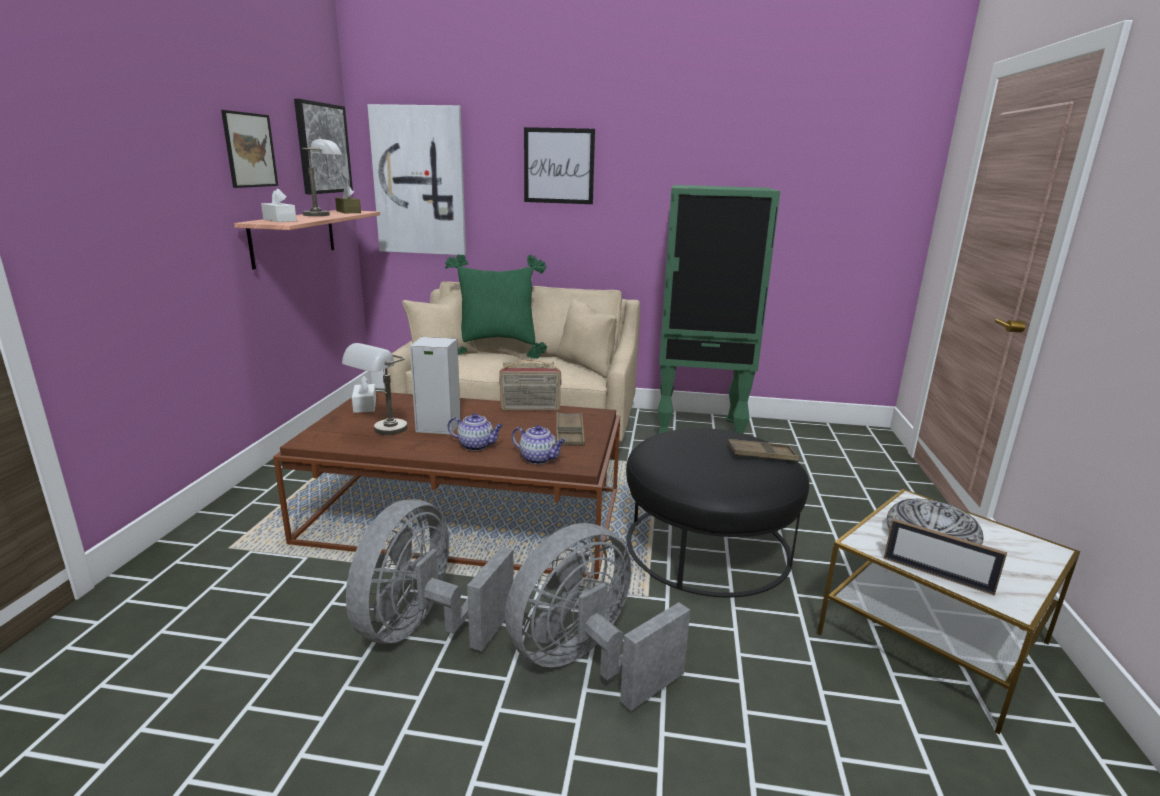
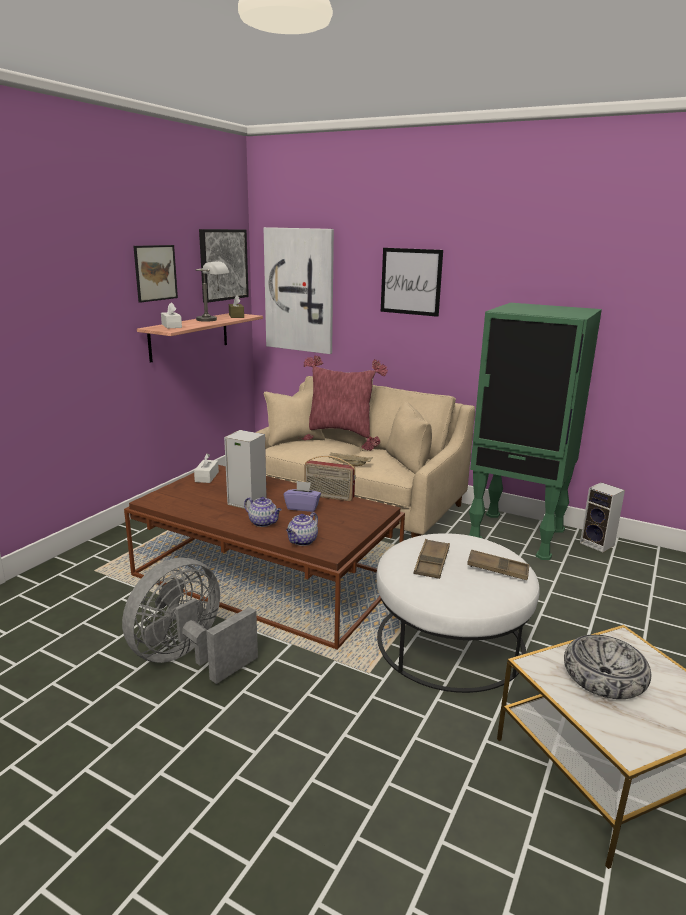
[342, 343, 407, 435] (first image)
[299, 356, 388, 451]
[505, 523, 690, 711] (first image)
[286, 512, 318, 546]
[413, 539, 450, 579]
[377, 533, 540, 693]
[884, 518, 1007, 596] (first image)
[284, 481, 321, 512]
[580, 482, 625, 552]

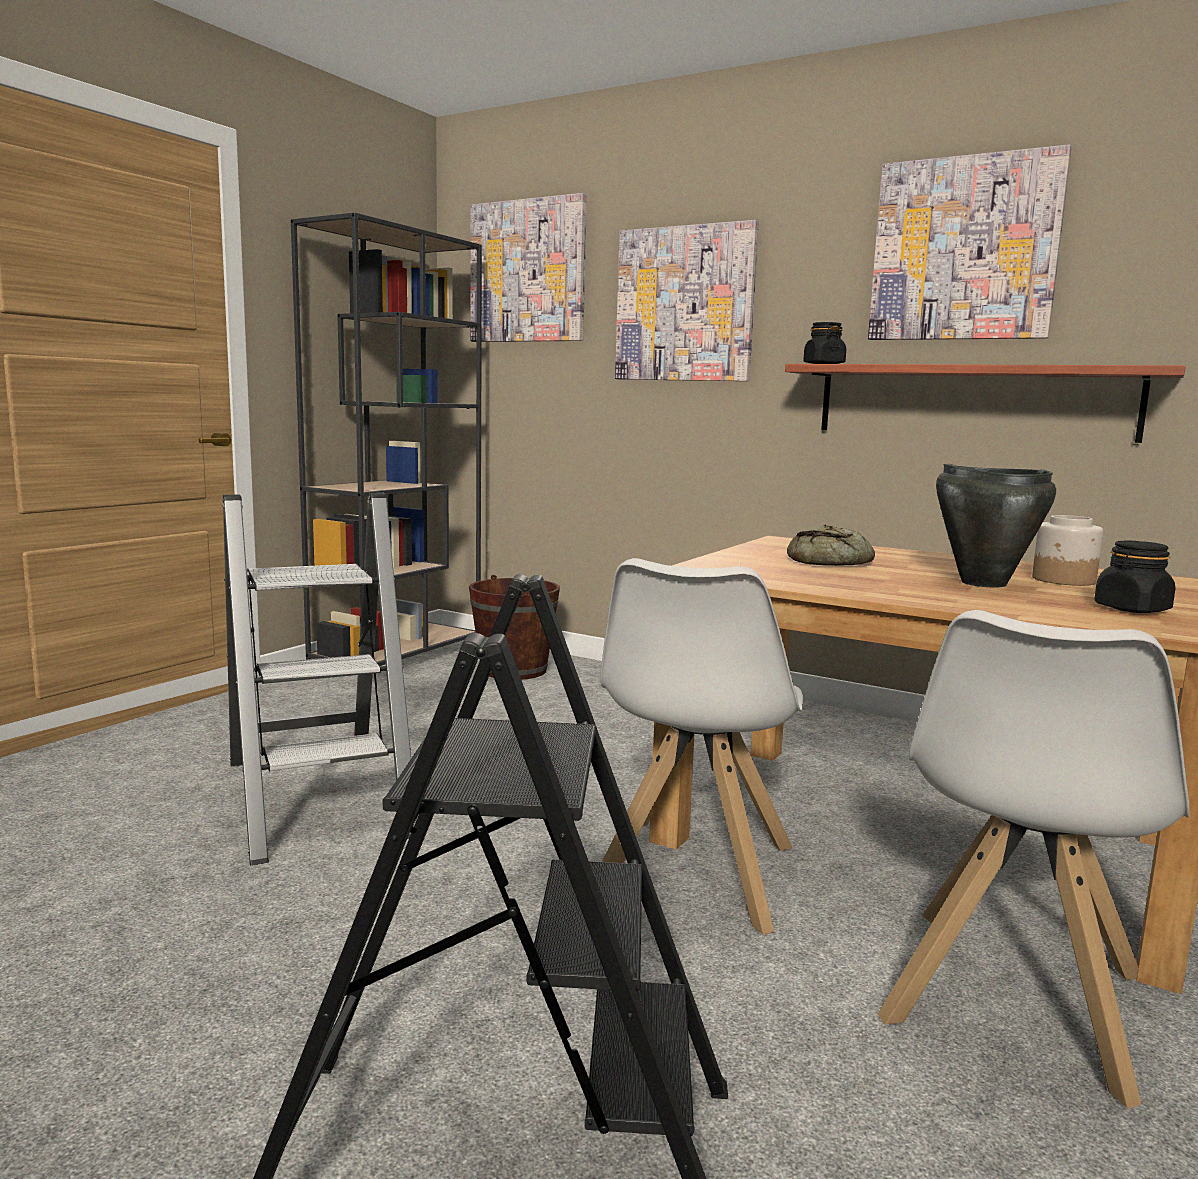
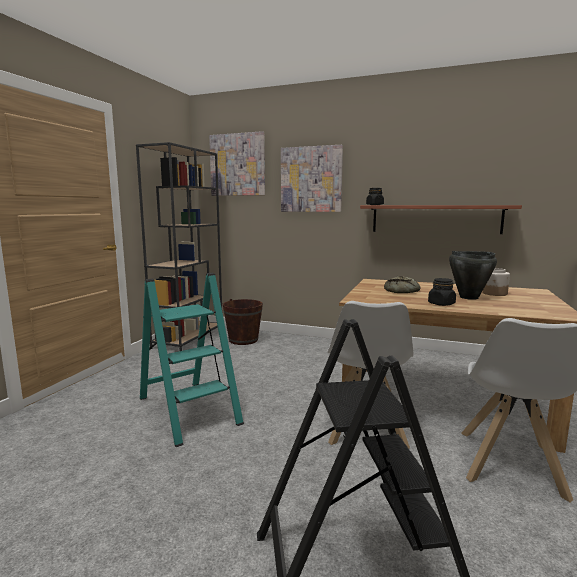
[140, 273, 244, 447]
[868, 144, 1071, 340] (first image)
[428, 278, 456, 306]

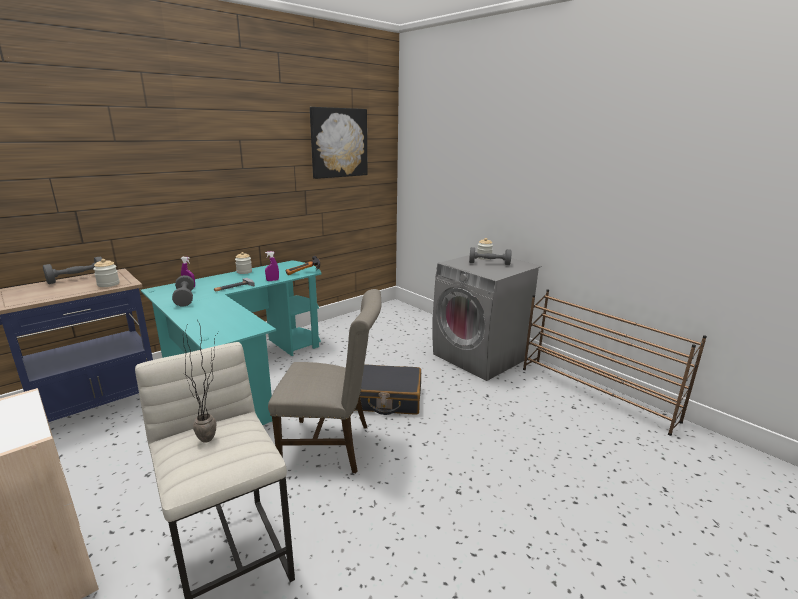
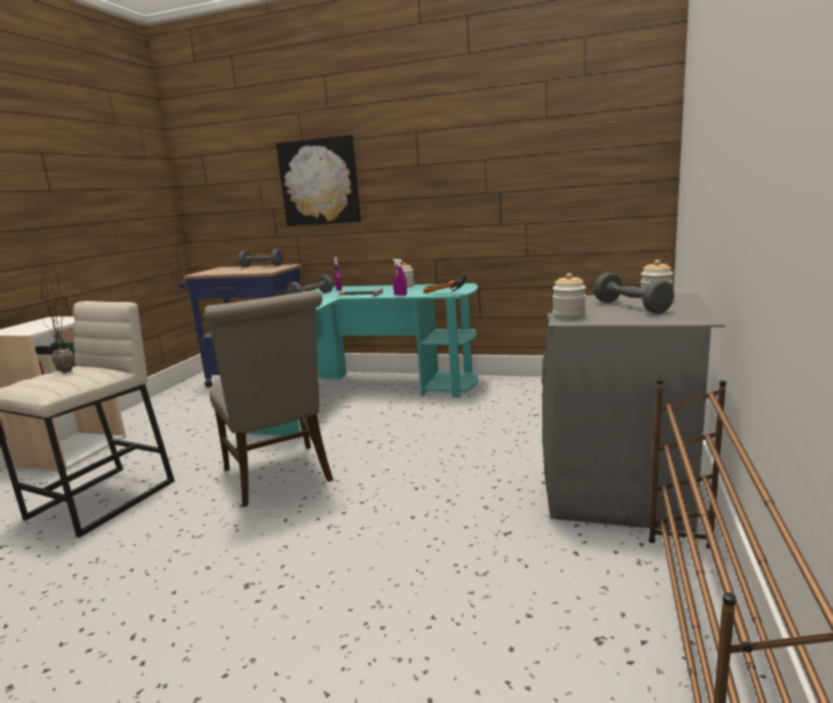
[553, 273, 586, 319]
[276, 135, 361, 226]
[355, 364, 421, 415] (first image)

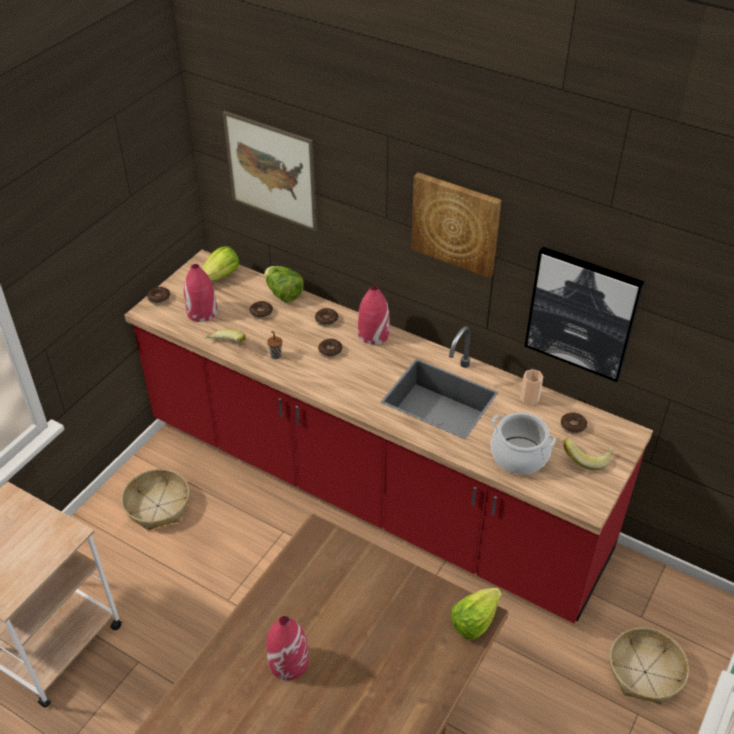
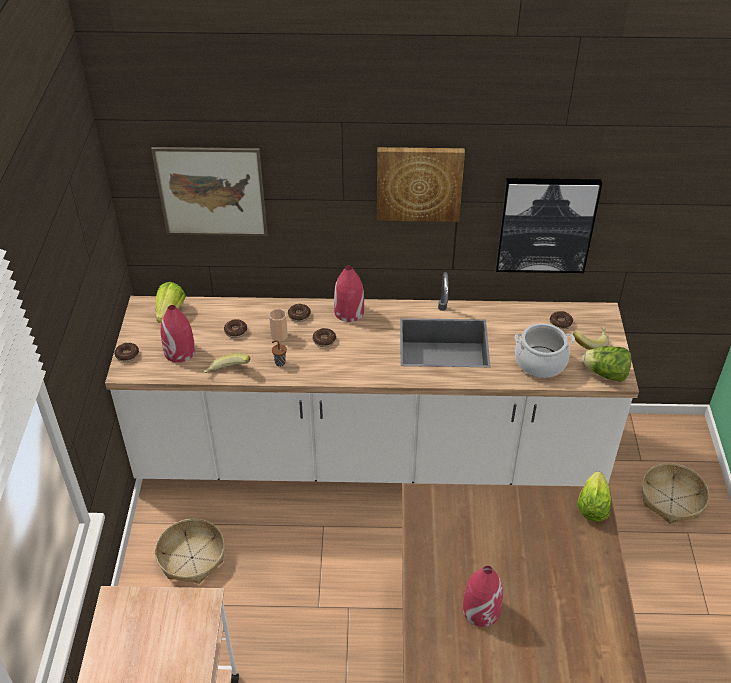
[105, 272, 639, 486]
[582, 346, 631, 382]
[269, 309, 288, 341]

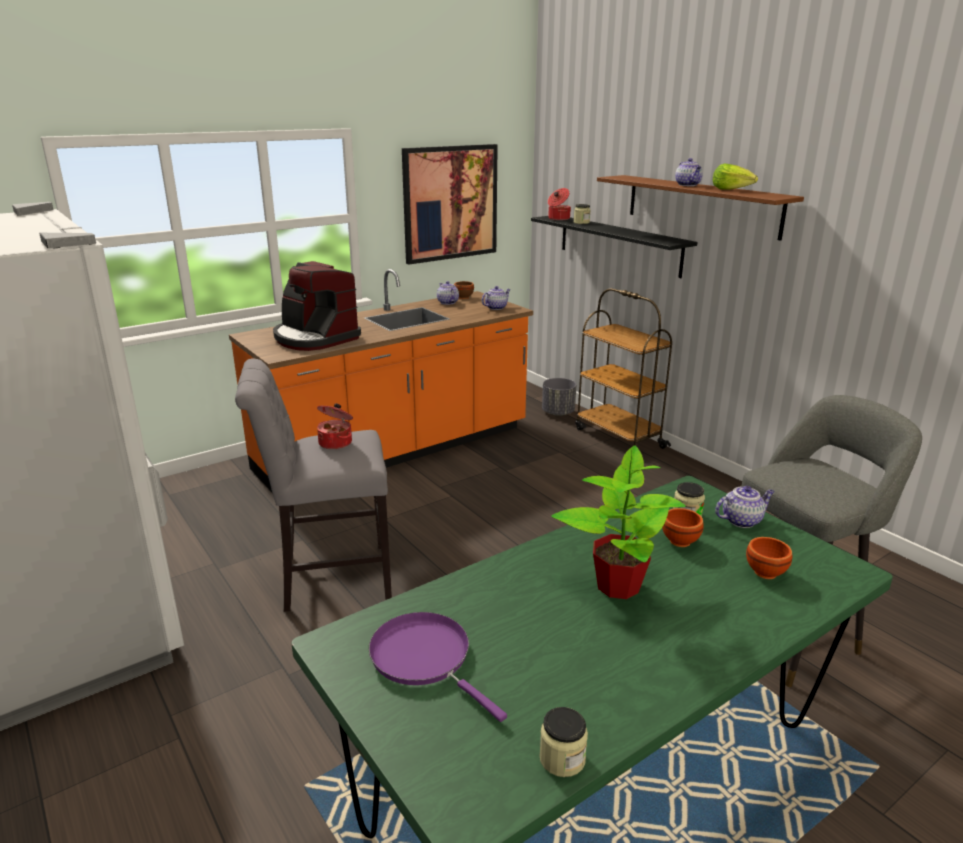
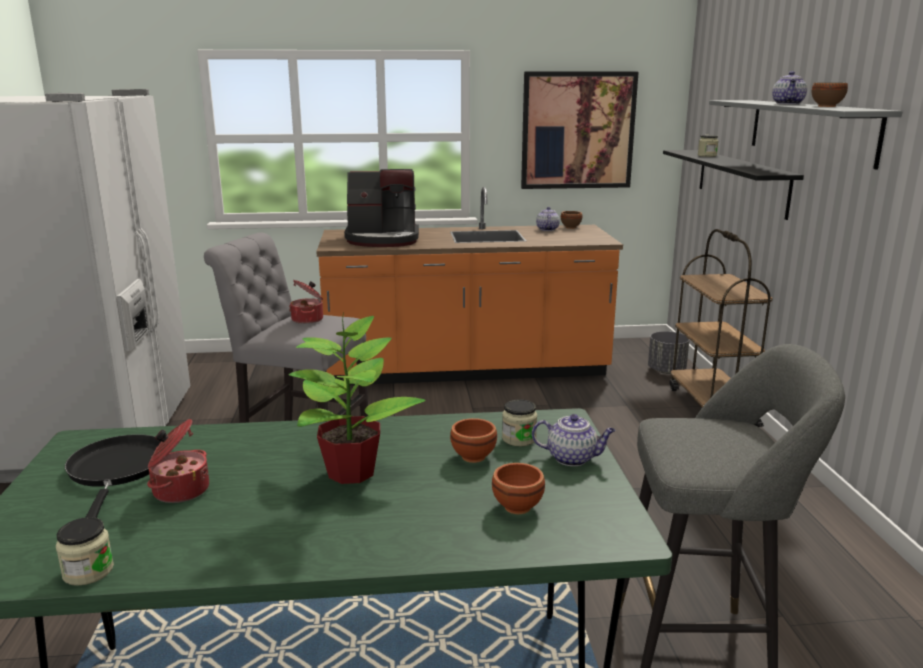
[344, 169, 419, 247]
[65, 434, 161, 518]
[482, 286, 511, 310] (first image)
[147, 419, 209, 503]
[709, 100, 903, 170]
[812, 83, 848, 107]

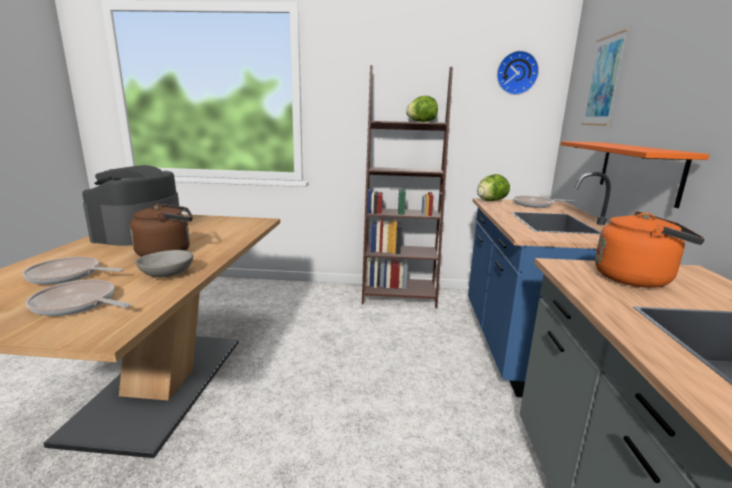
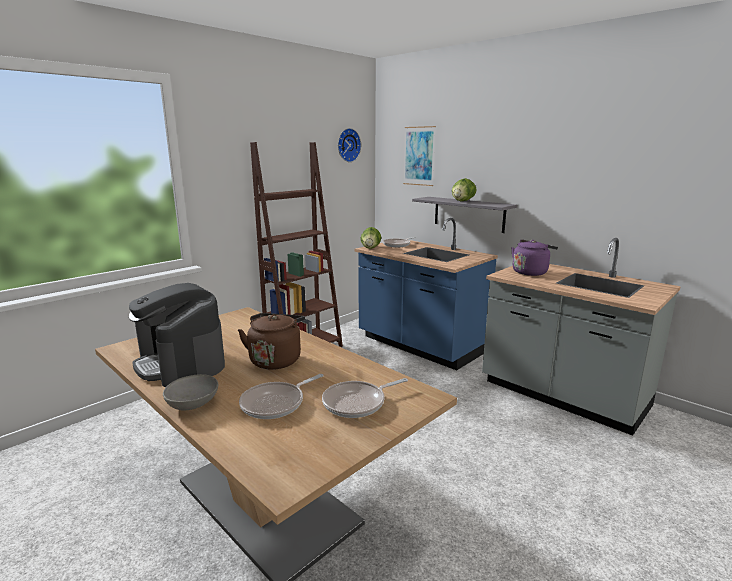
[163, 374, 218, 410]
[452, 178, 477, 201]
[412, 197, 517, 233]
[511, 239, 558, 276]

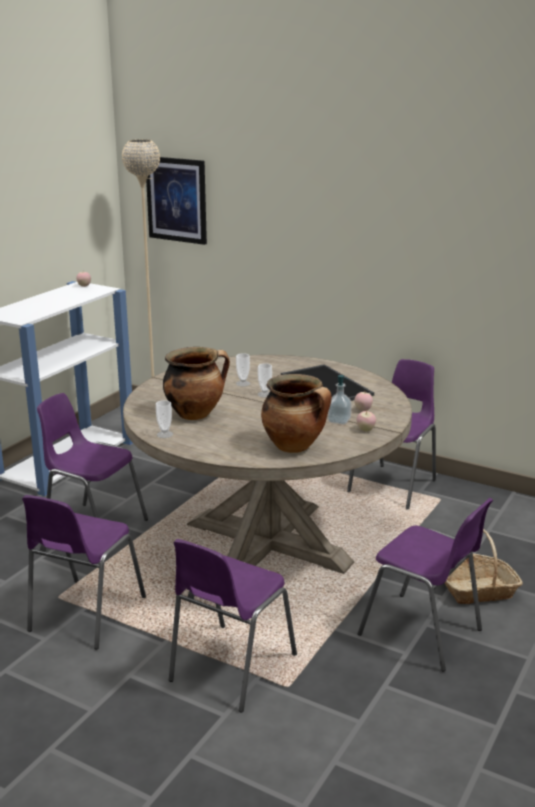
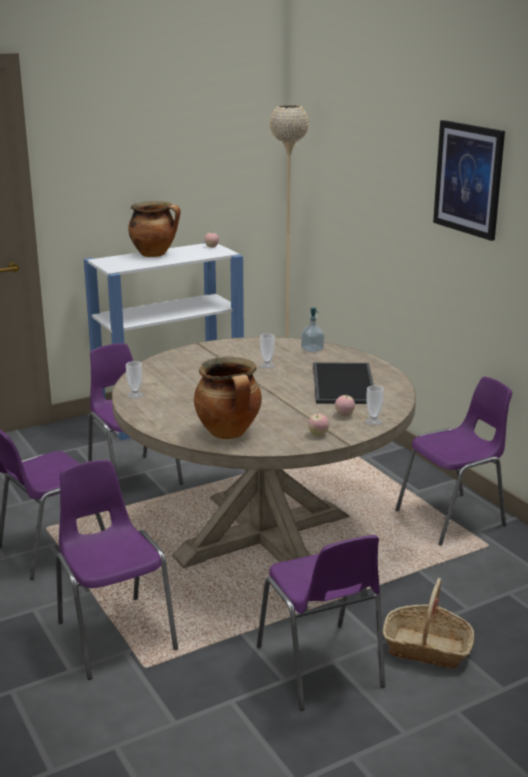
[433, 120, 505, 241]
[128, 201, 180, 257]
[56, 460, 178, 680]
[365, 385, 384, 425]
[301, 307, 325, 353]

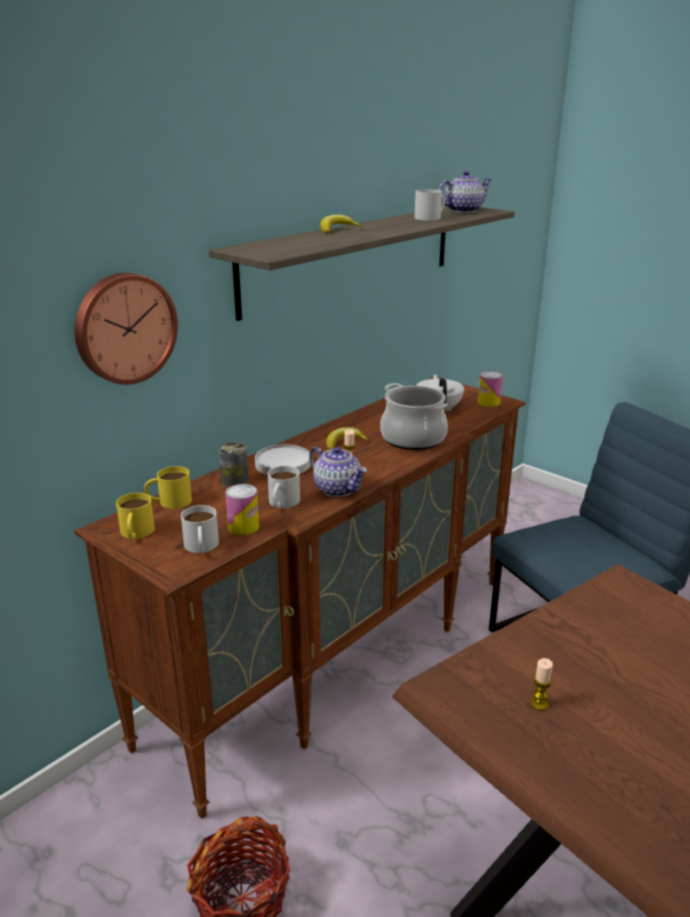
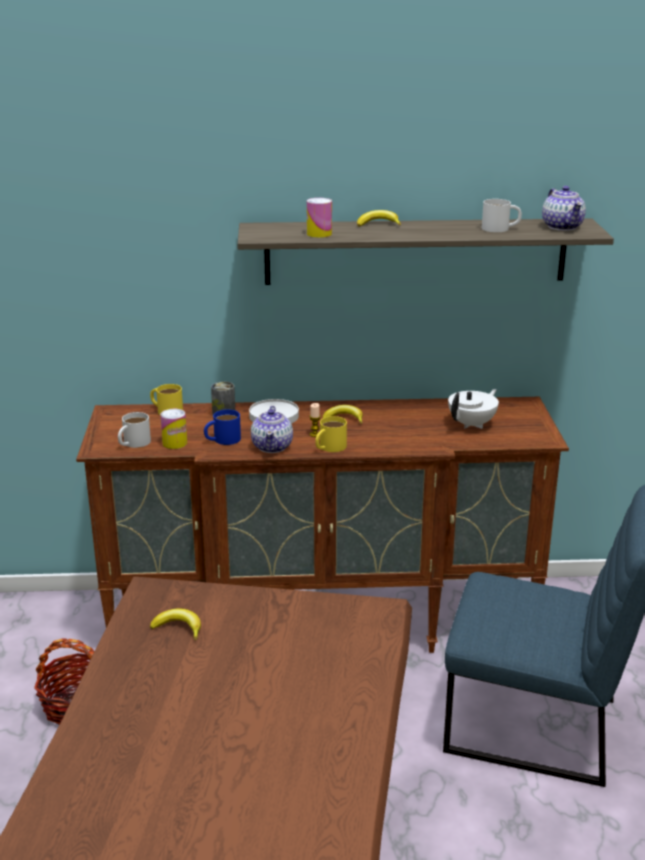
[75, 273, 178, 385] (first image)
[315, 416, 347, 452]
[204, 410, 241, 445]
[380, 383, 448, 450] (first image)
[542, 186, 586, 231]
[307, 198, 332, 238]
[150, 609, 201, 640]

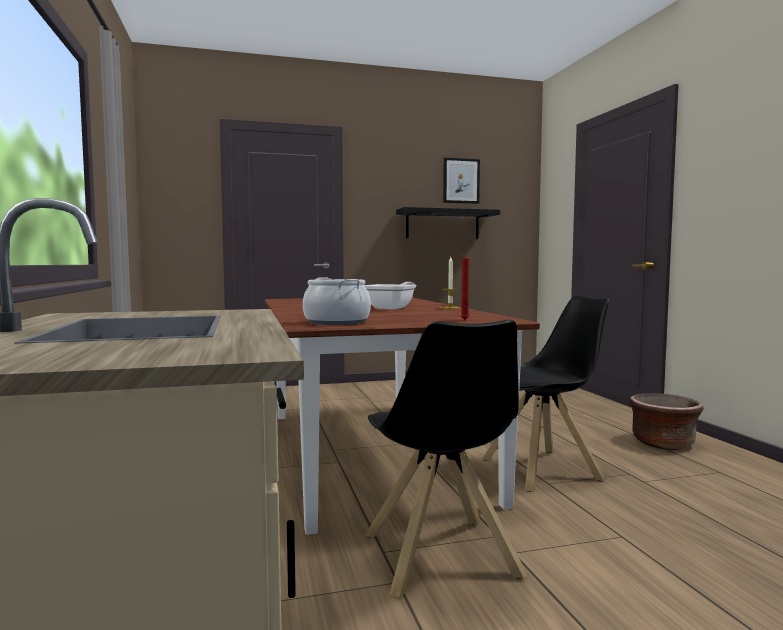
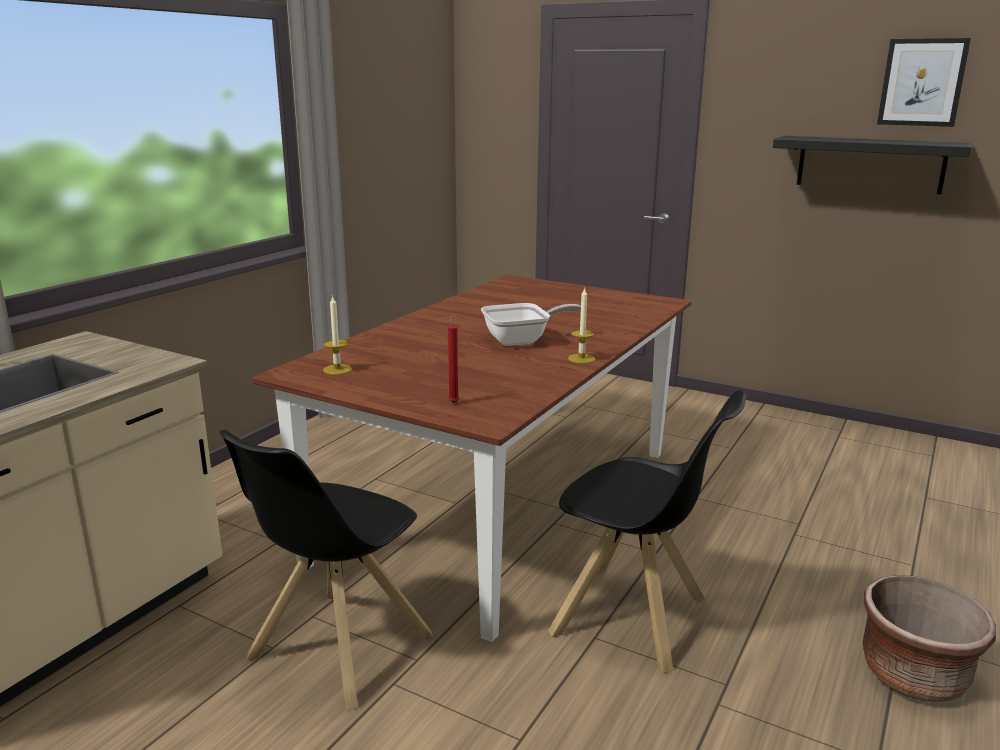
[323, 295, 352, 375]

